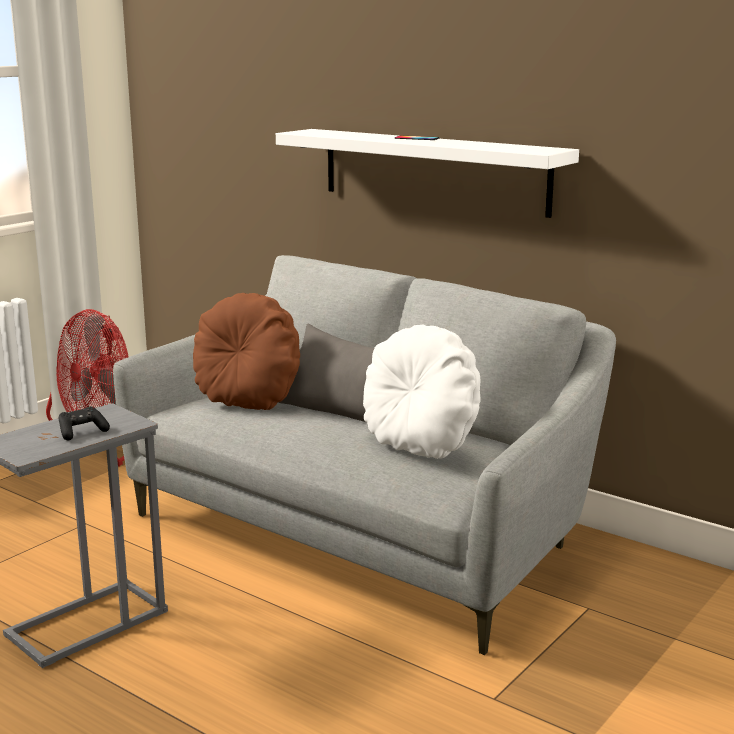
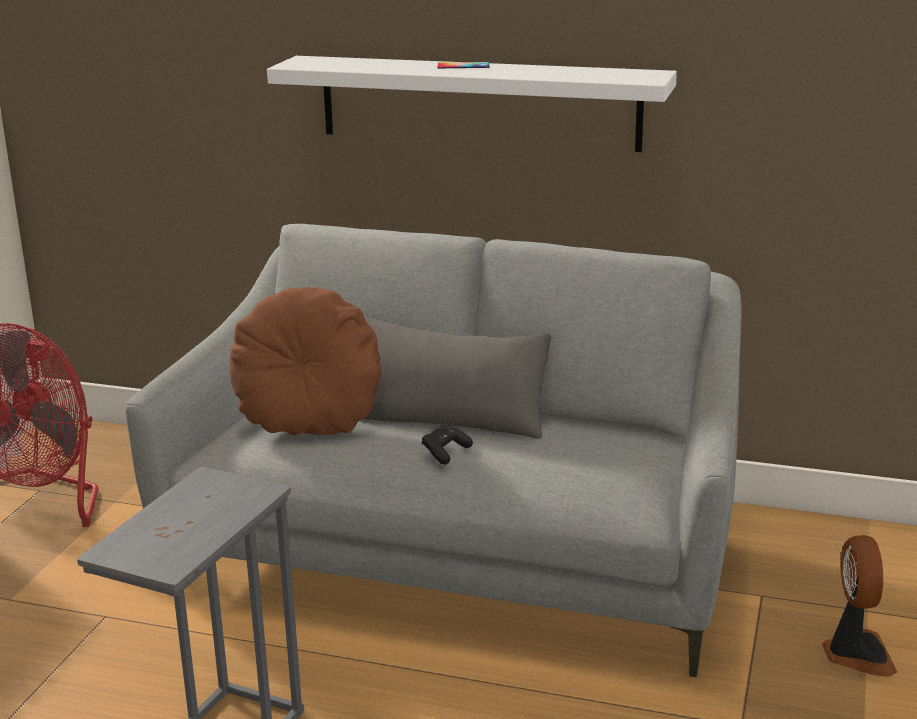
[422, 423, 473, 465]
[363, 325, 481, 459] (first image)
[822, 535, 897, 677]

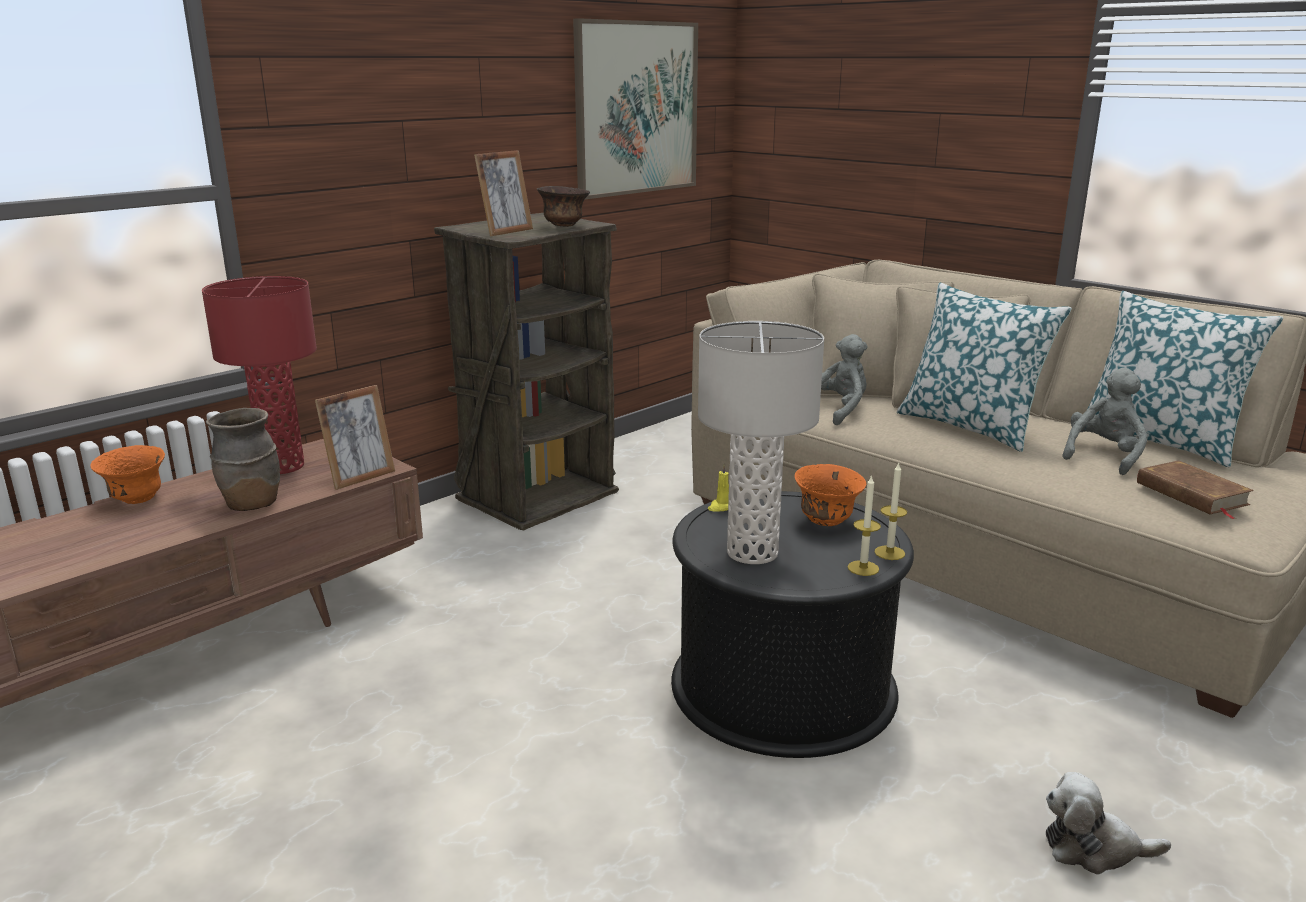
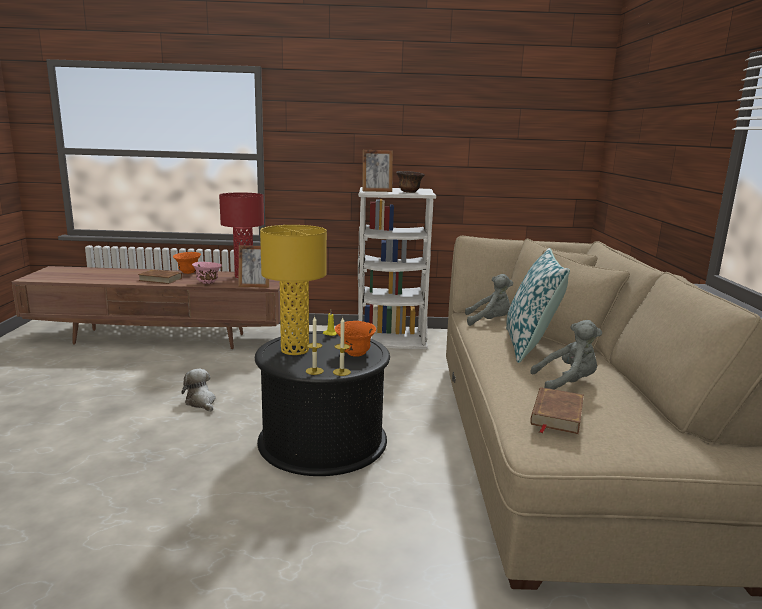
[192, 262, 222, 284]
[358, 187, 436, 349]
[573, 18, 698, 199] (first image)
[260, 225, 327, 355]
[181, 369, 215, 412]
[1087, 291, 1284, 467] (first image)
[138, 270, 182, 284]

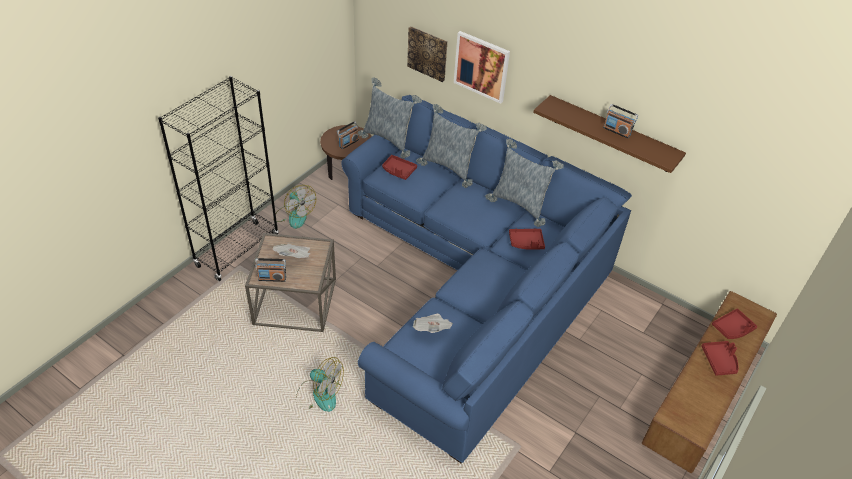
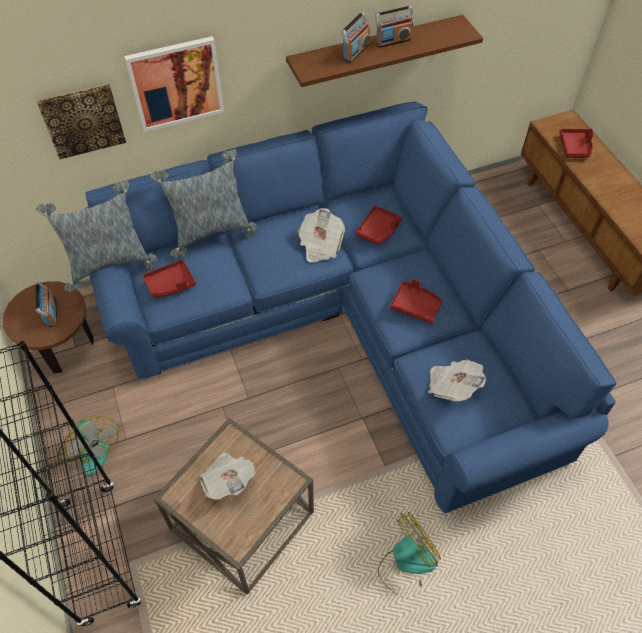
[341, 12, 370, 63]
[57, 416, 119, 475]
[485, 139, 564, 227] (first image)
[390, 278, 442, 324]
[298, 208, 345, 262]

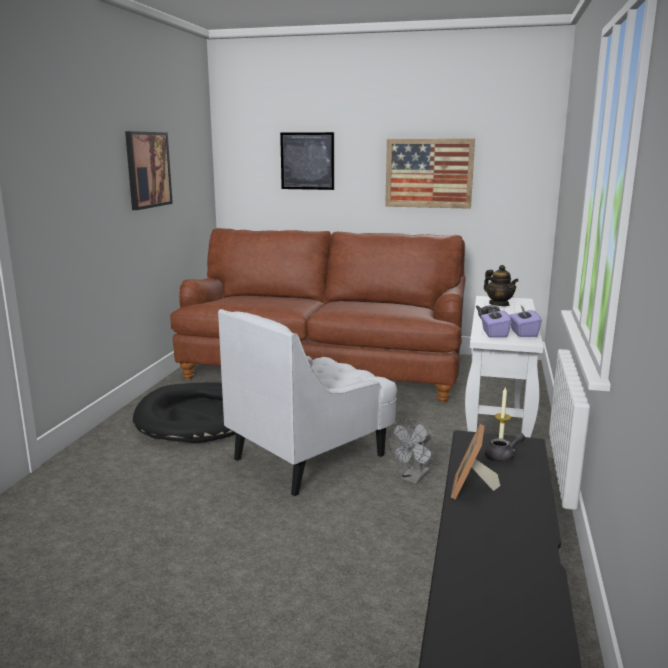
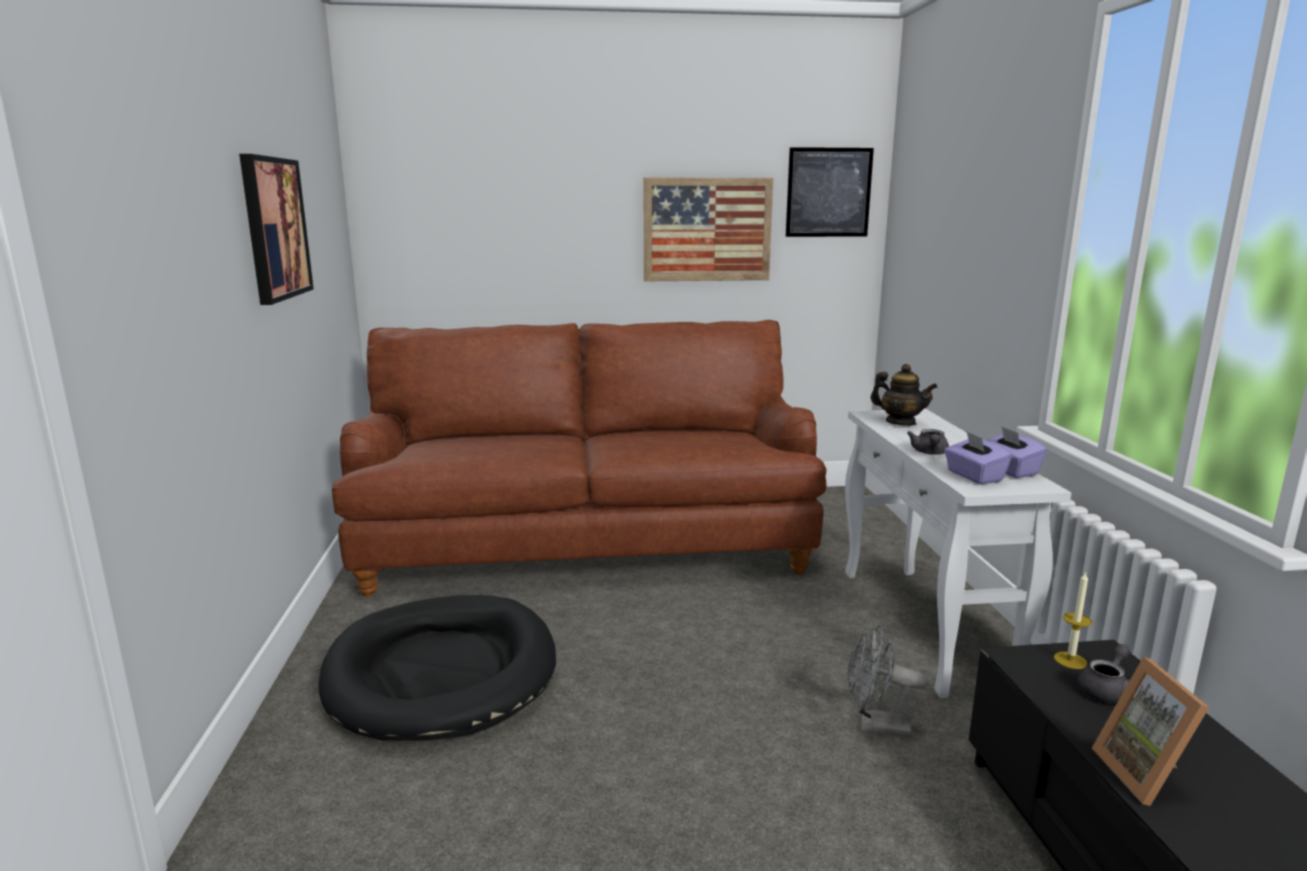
[218, 309, 397, 496] (first image)
[786, 147, 874, 237]
[848, 625, 928, 738]

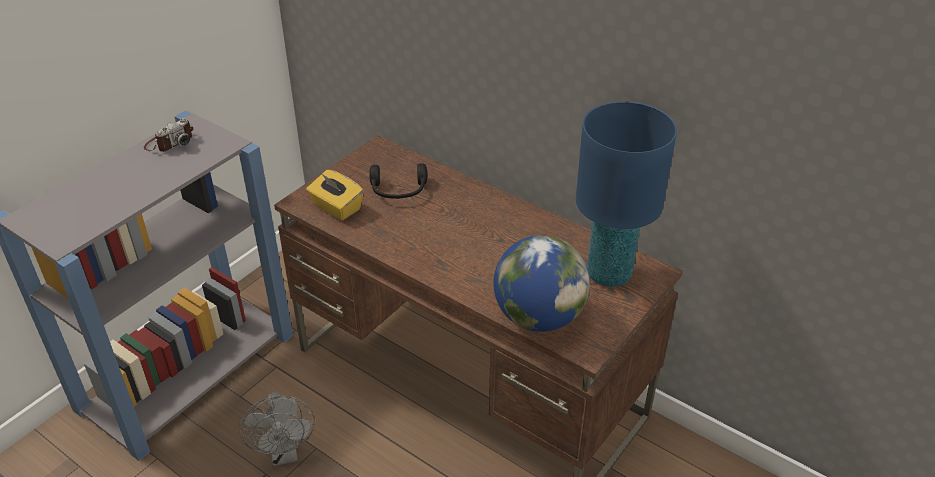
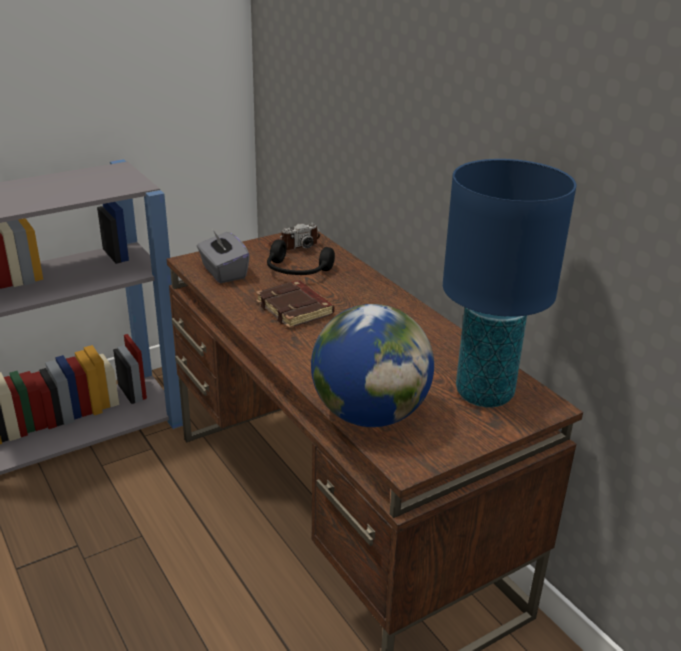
[268, 223, 320, 250]
[239, 392, 315, 466] (first image)
[197, 230, 250, 283]
[256, 280, 334, 328]

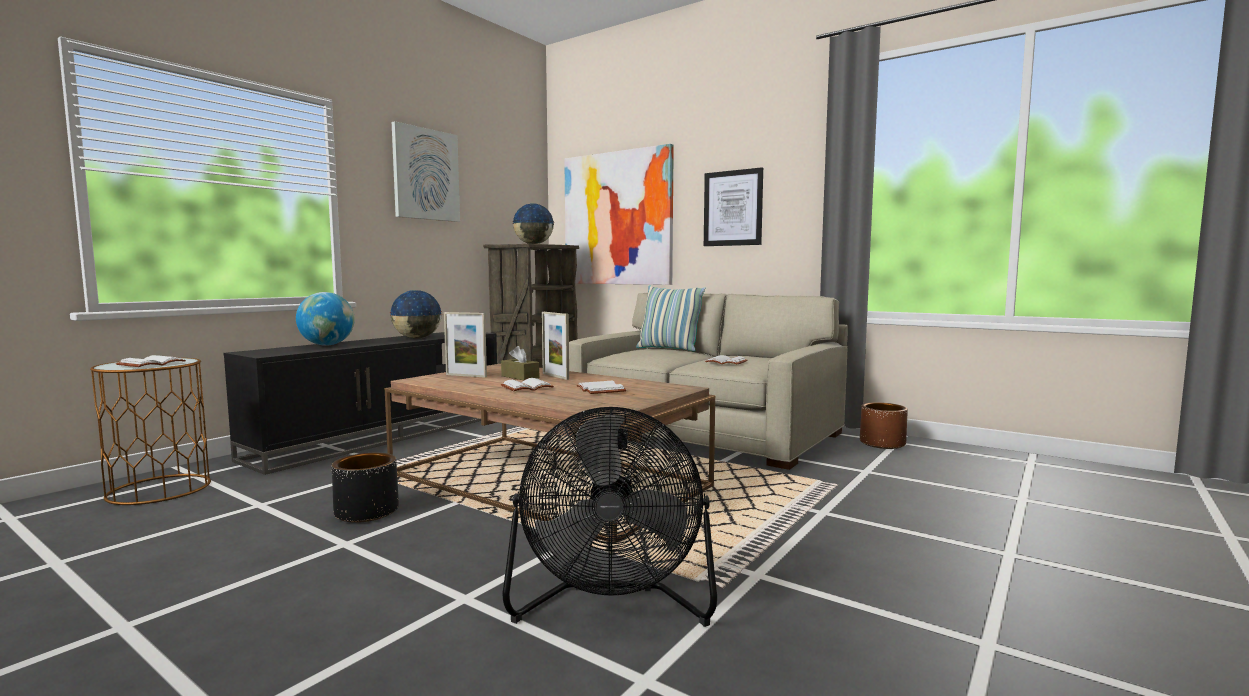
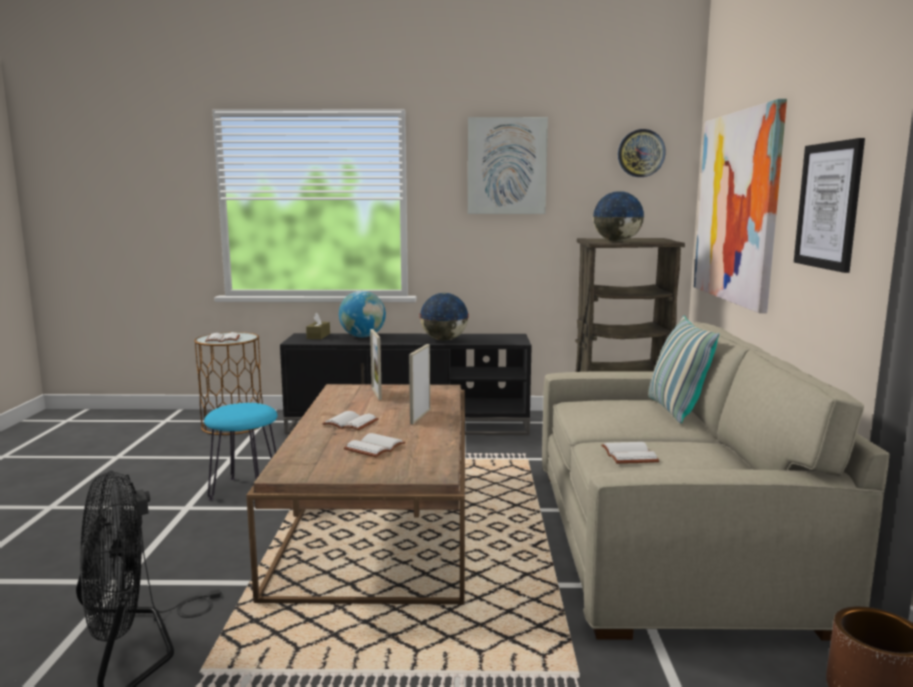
[204, 403, 277, 500]
[306, 312, 330, 339]
[618, 129, 666, 177]

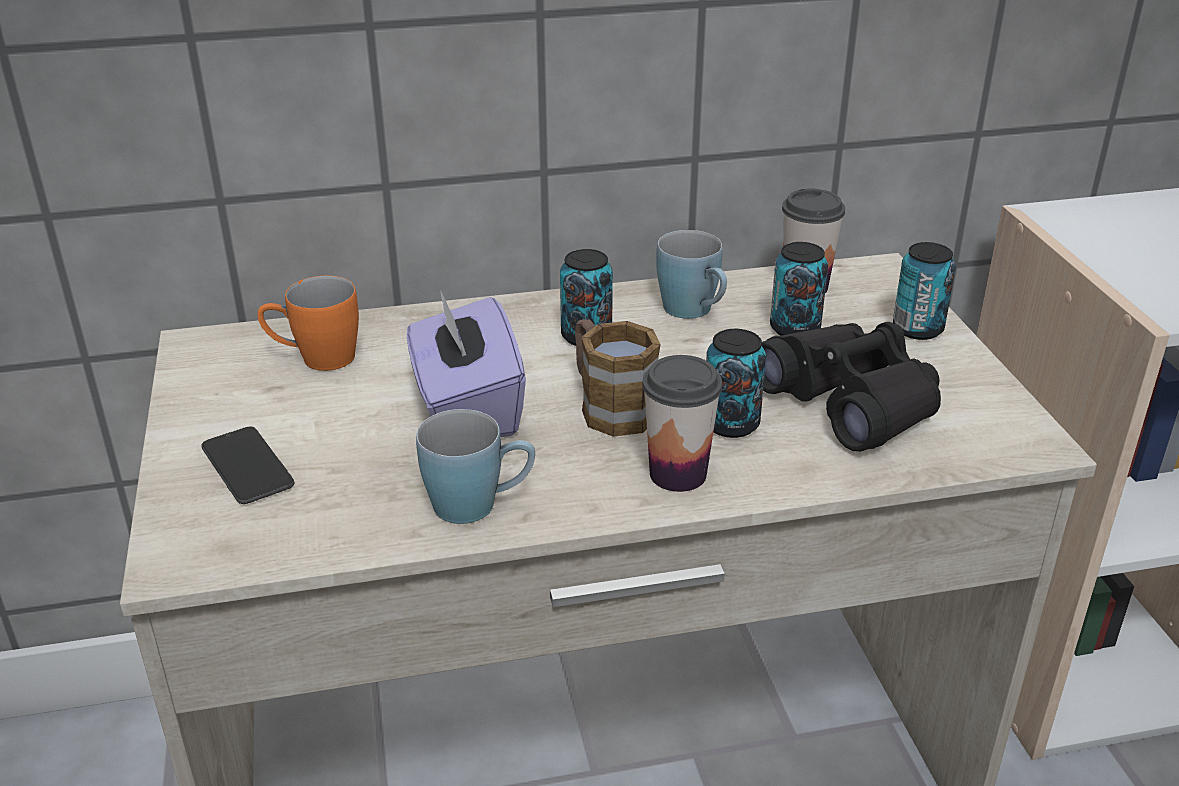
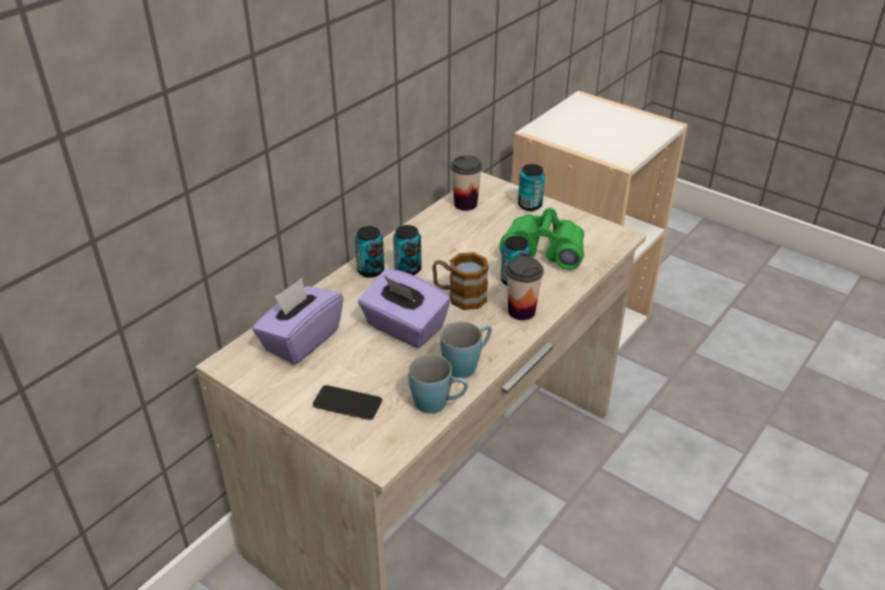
[252, 278, 343, 365]
[408, 354, 468, 414]
[499, 208, 584, 270]
[355, 226, 384, 278]

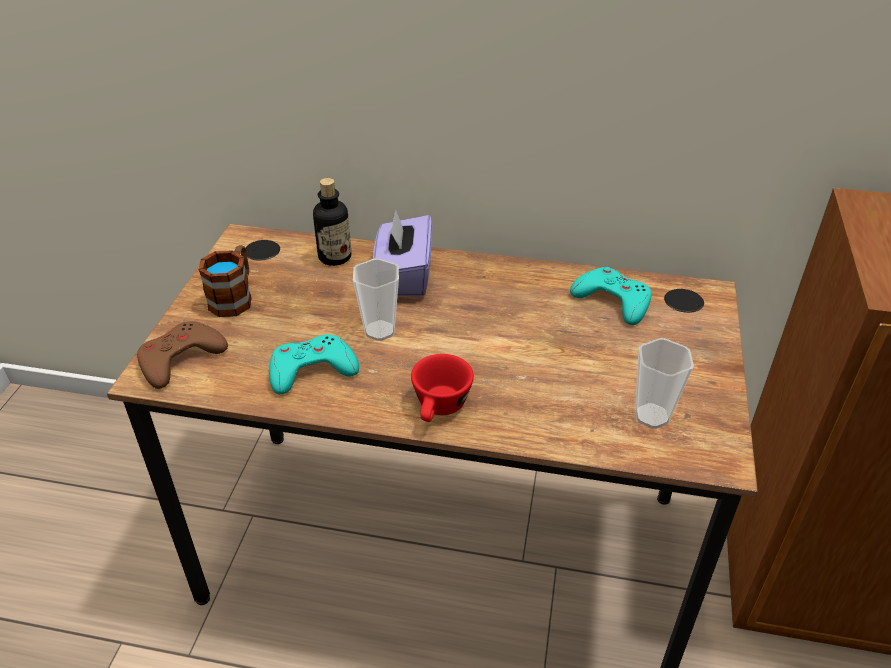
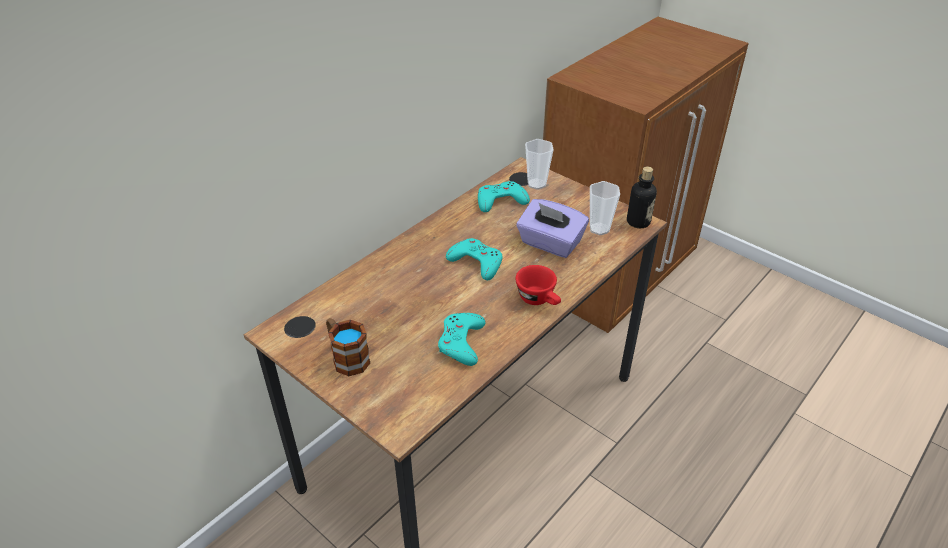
[137, 321, 228, 389] (first image)
[627, 166, 657, 228]
[525, 139, 554, 190]
[517, 199, 589, 258]
[446, 238, 503, 280]

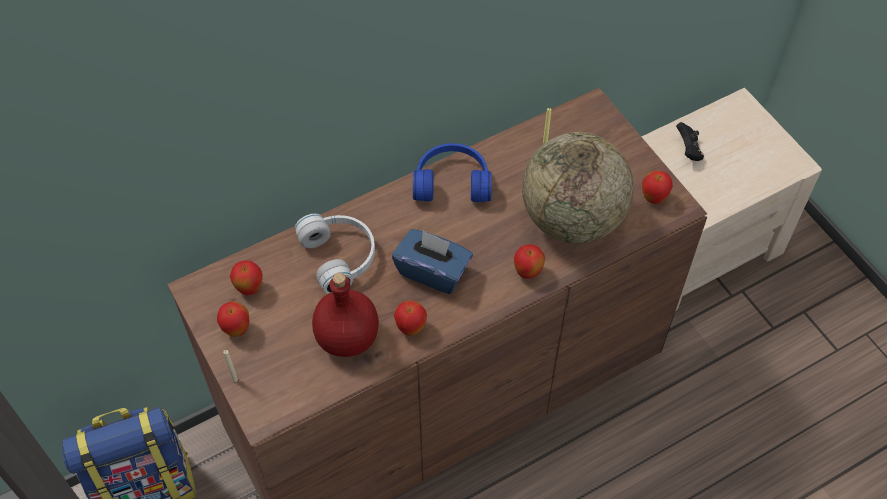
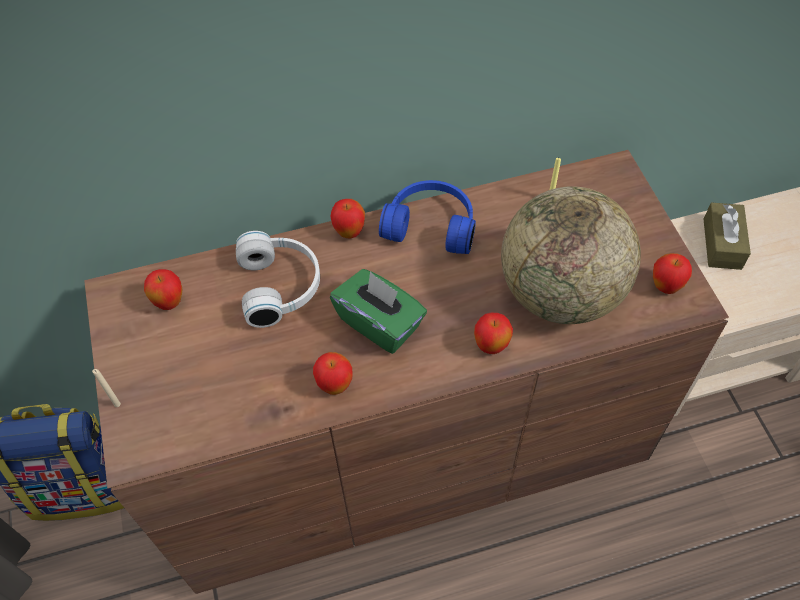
[330, 199, 365, 239]
[312, 273, 379, 357] (first image)
[330, 269, 427, 354]
[704, 202, 751, 270]

